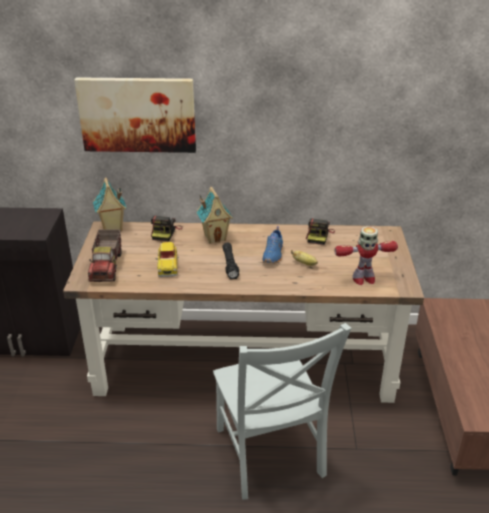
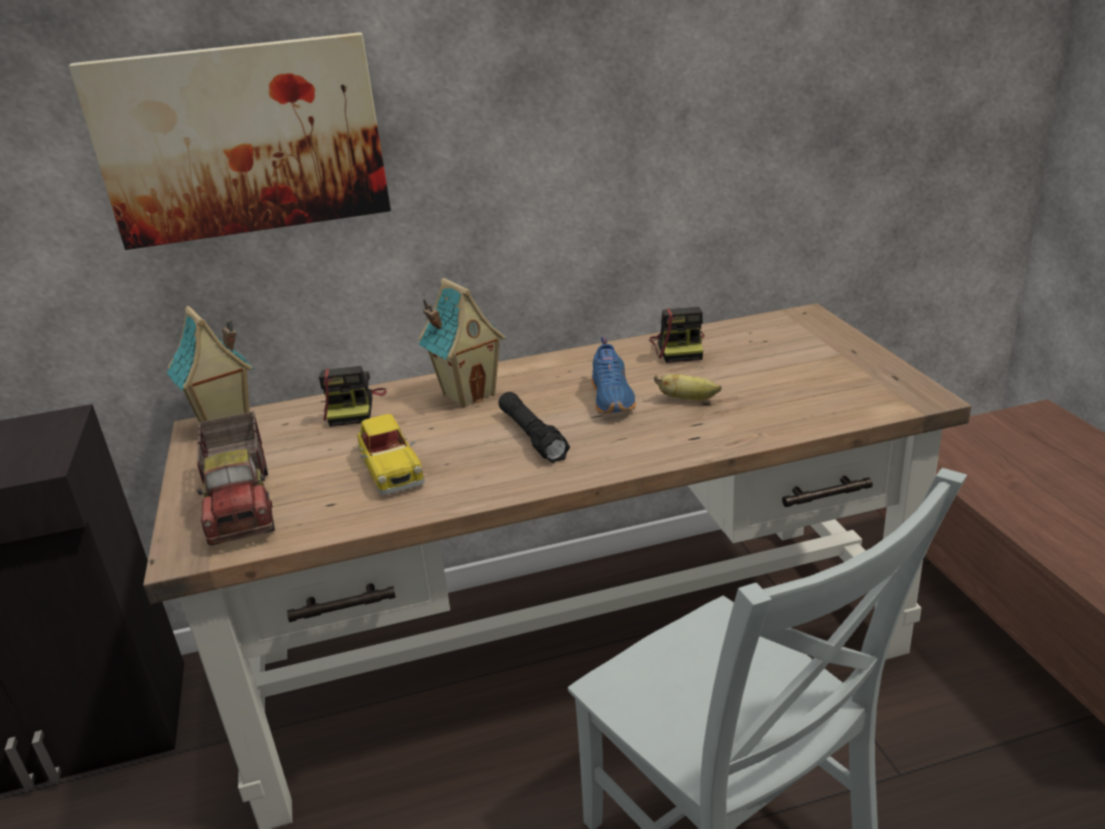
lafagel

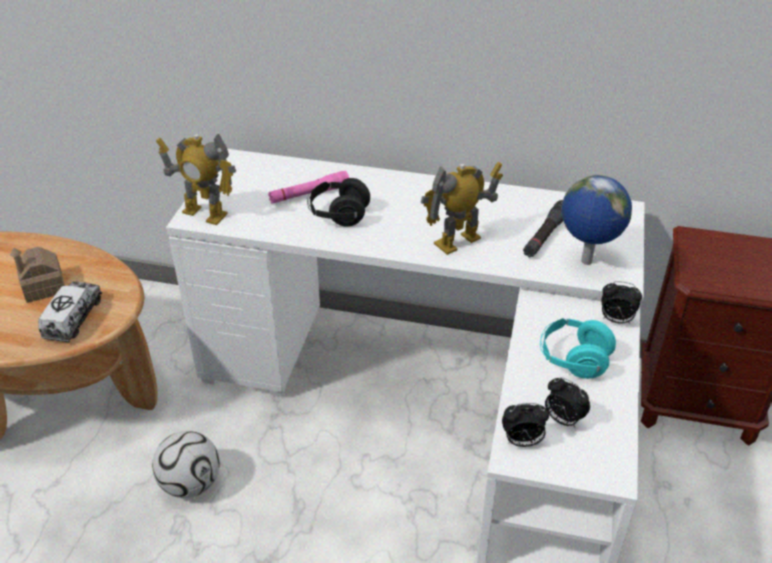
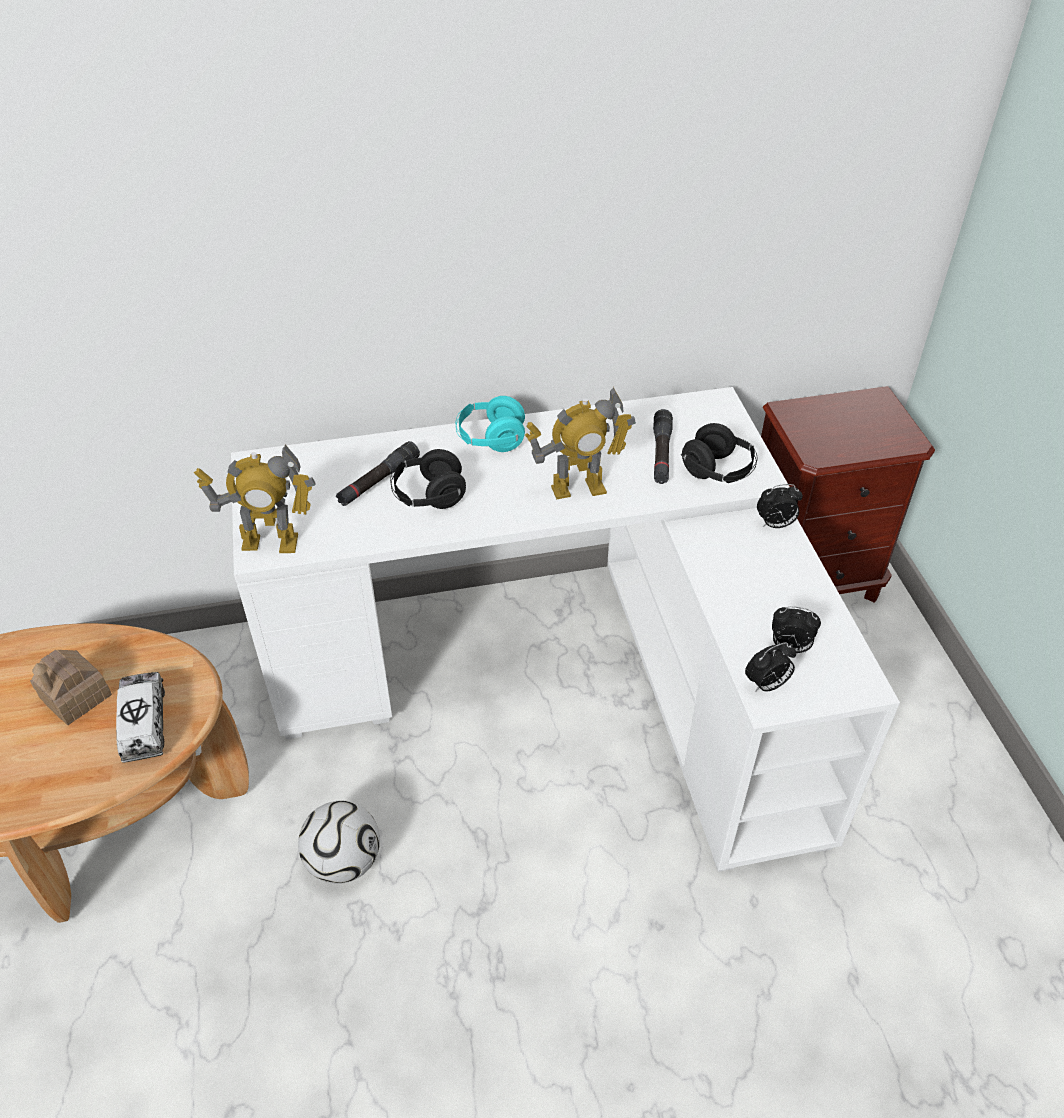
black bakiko (no. 1 from left)
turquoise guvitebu
lafagel (no. 2 from left)
black guvitebu (no. 2 from left)

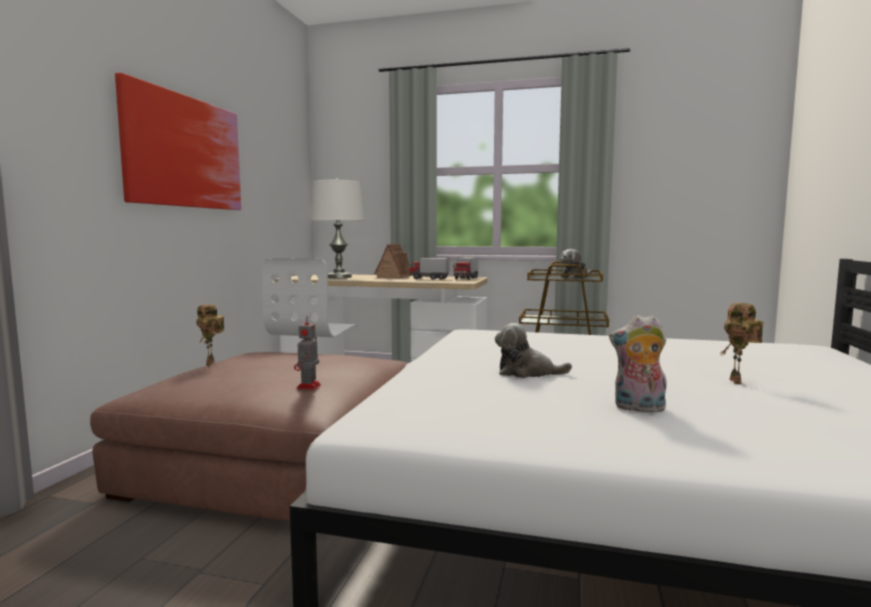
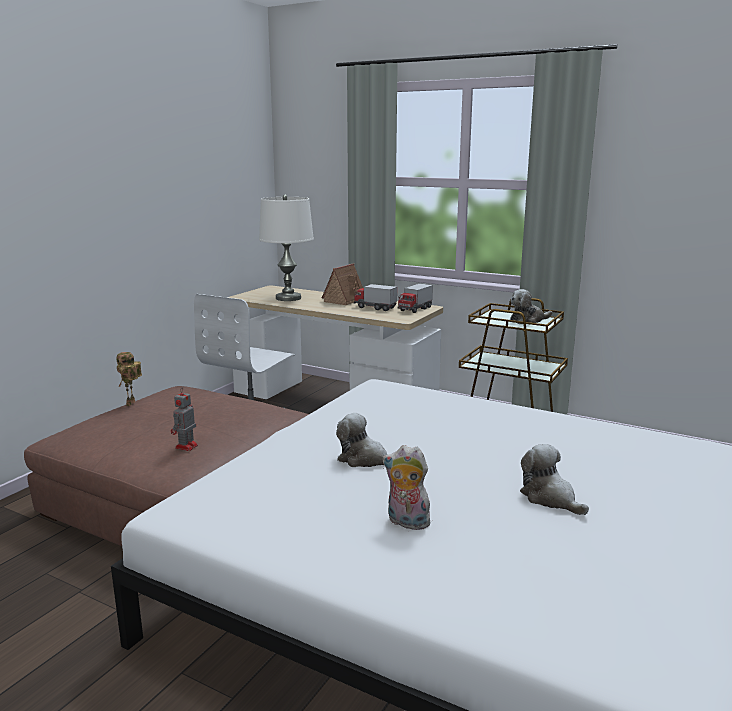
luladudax (no. 4 from left)
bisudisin

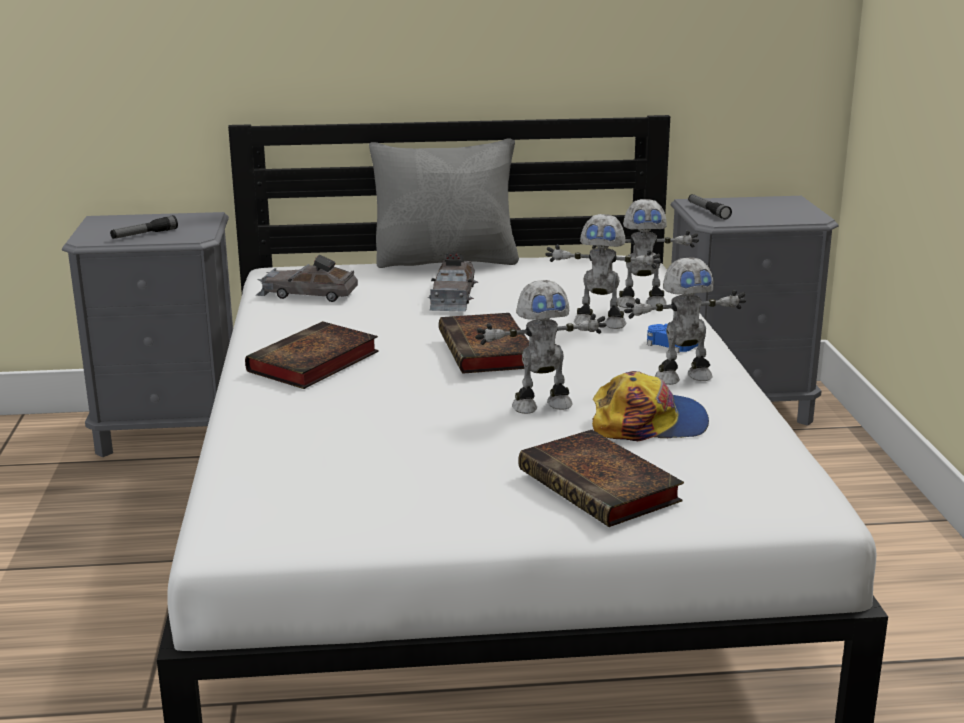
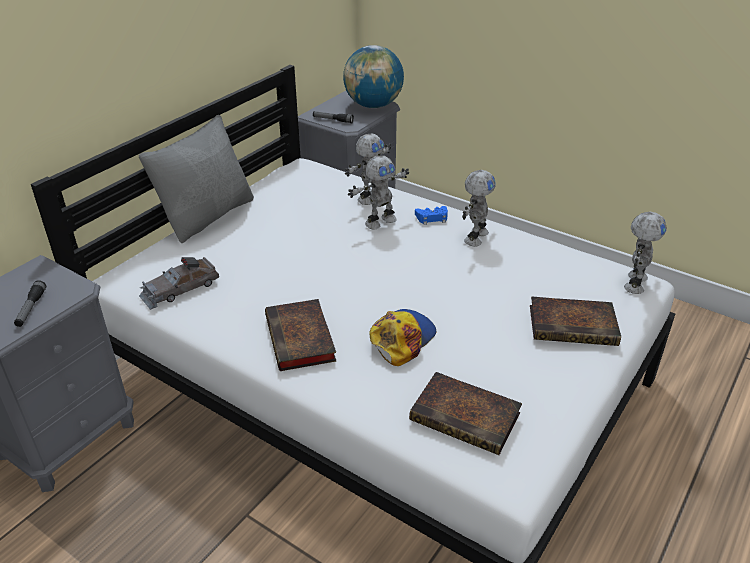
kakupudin
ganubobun
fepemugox (no. 2 from left)
lafagel (no. 4 from left)
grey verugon (no. 2 from left in the first image)

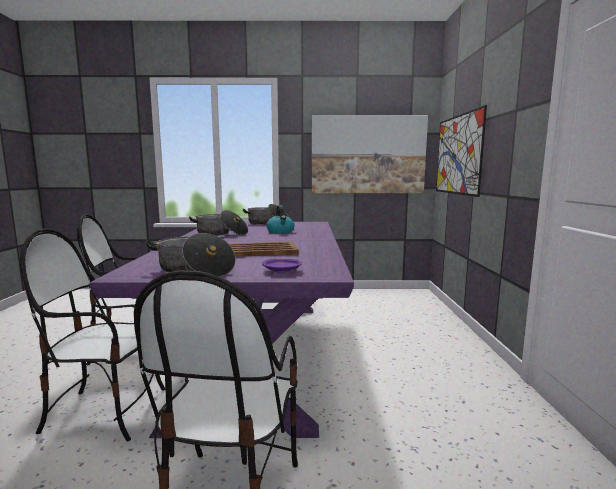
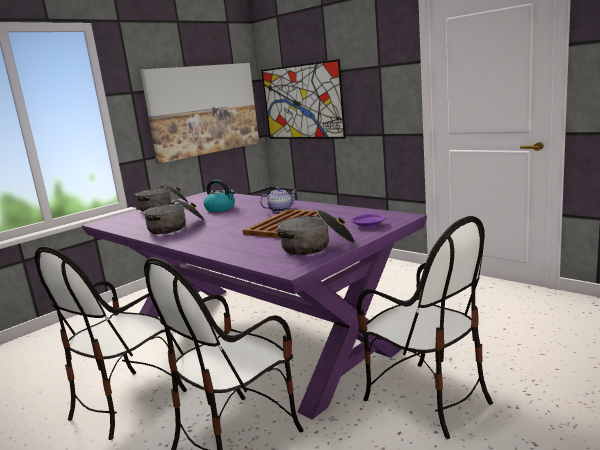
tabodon

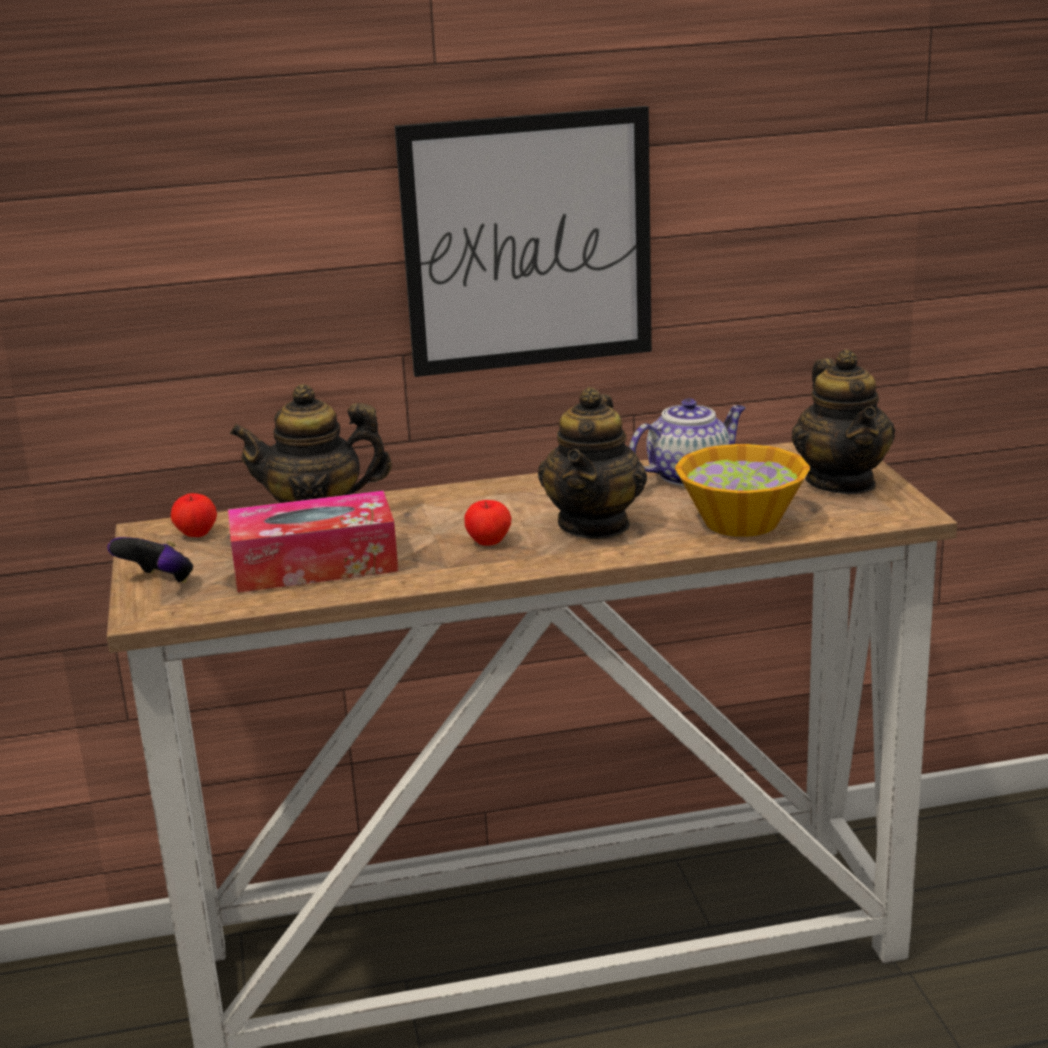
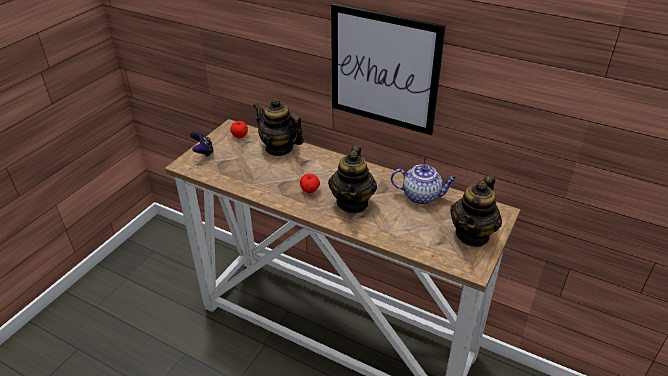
tabodon (no. 2 from left)
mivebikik
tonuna

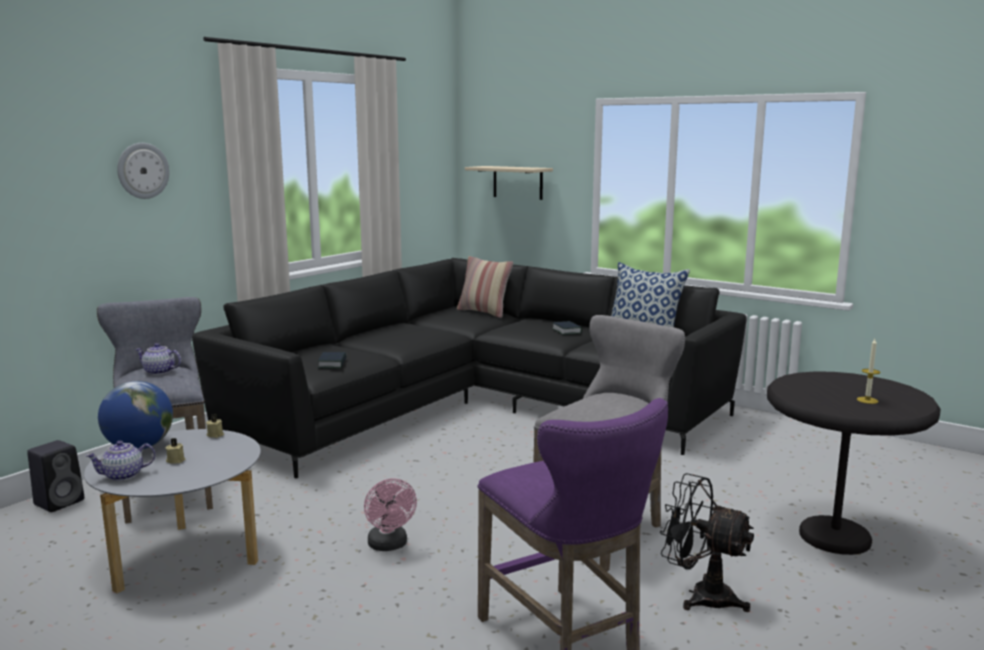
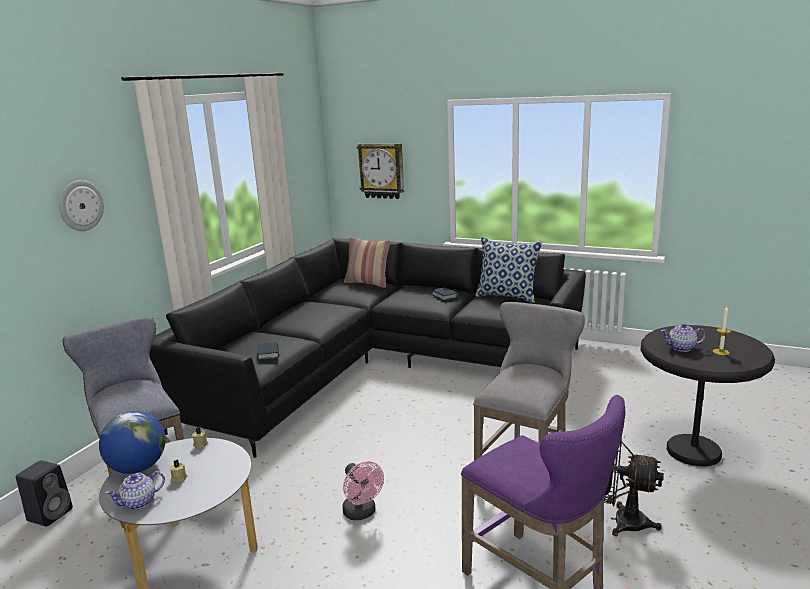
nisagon (no. 2 from left)
tabodon (no. 2 from left)

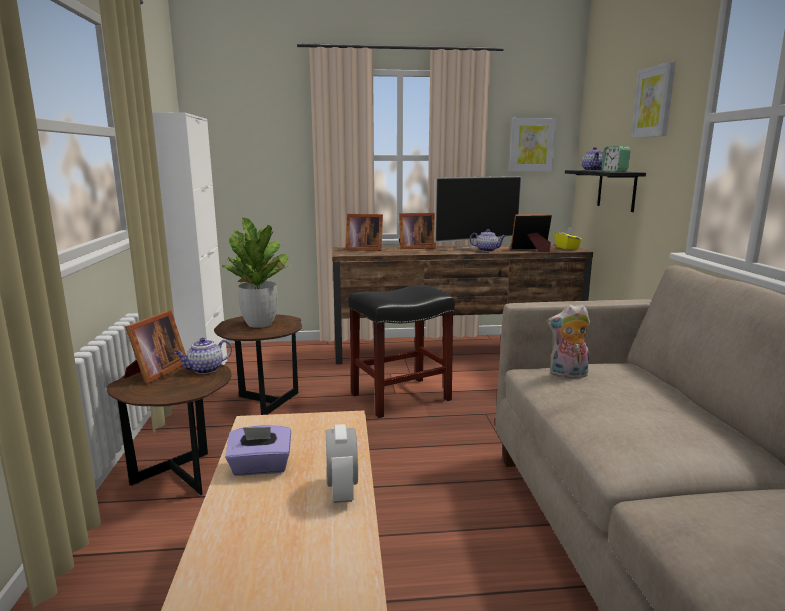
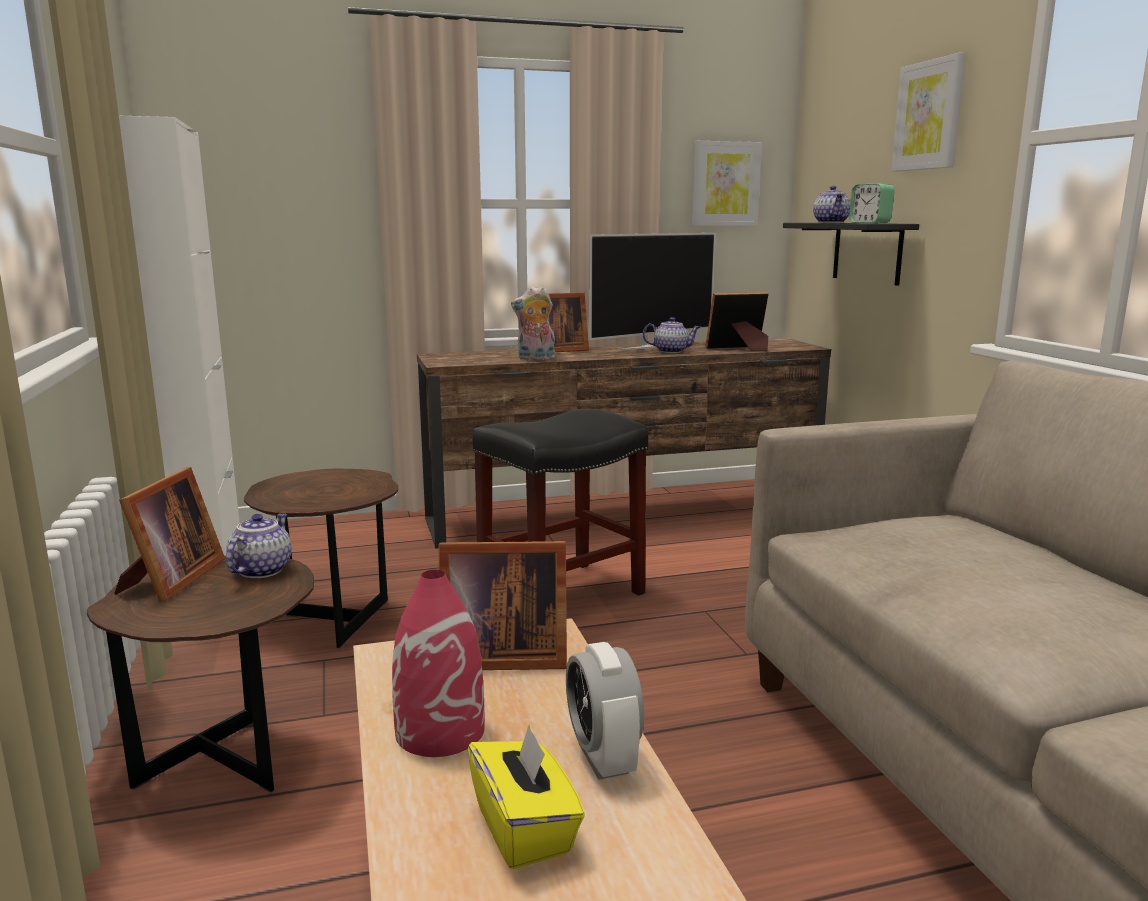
tabodon (no. 1 from left)
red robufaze
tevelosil (no. 2 from left)
yellow mivebikik
luladudax
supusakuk

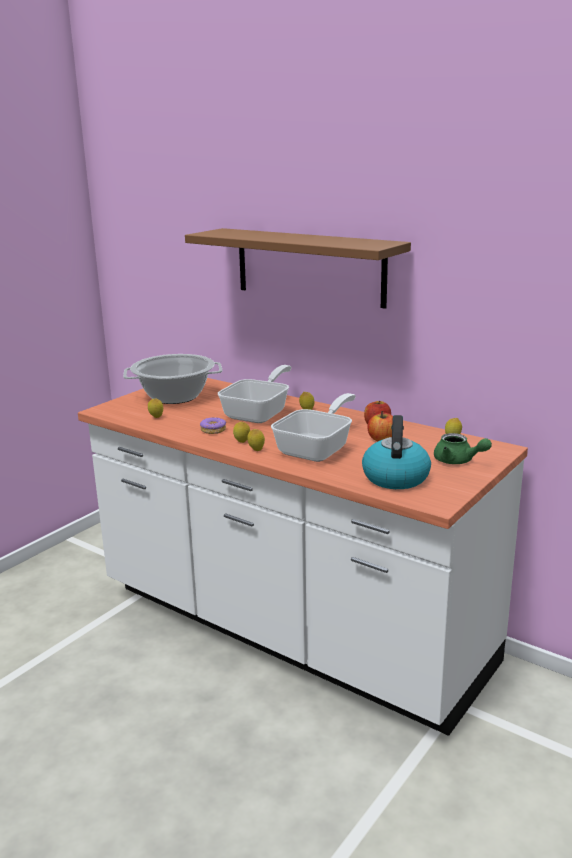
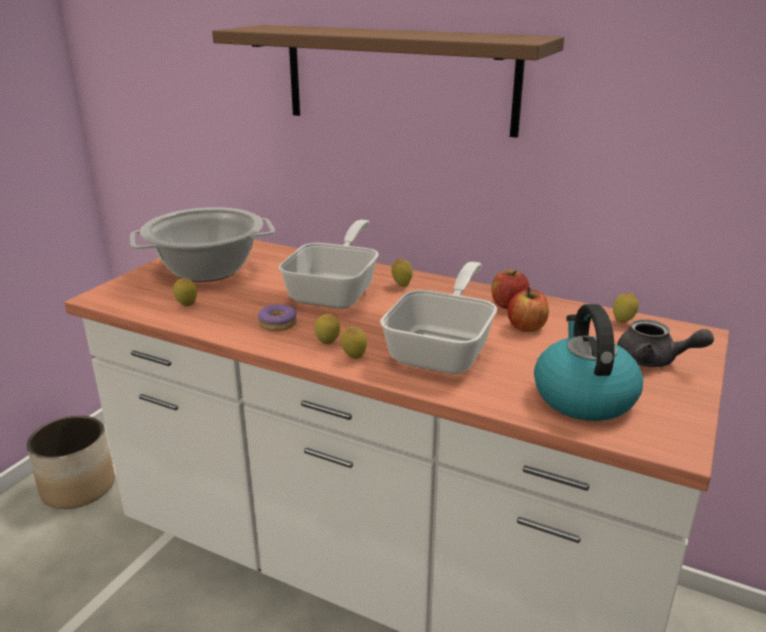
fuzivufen
grey tabodon

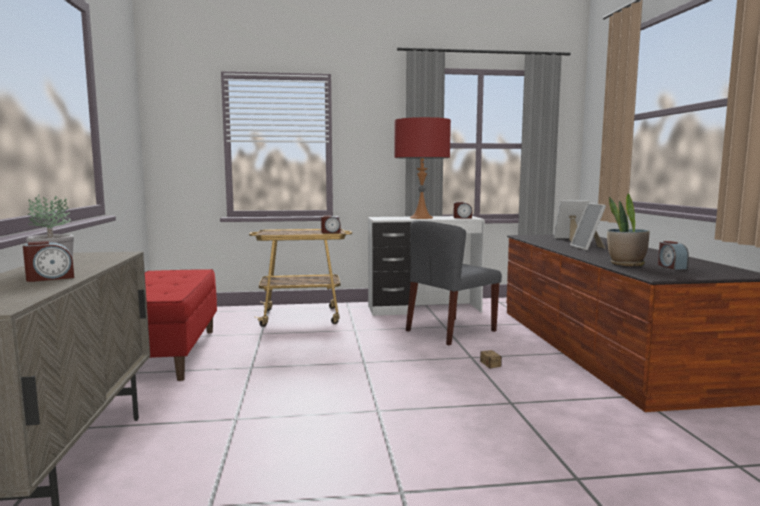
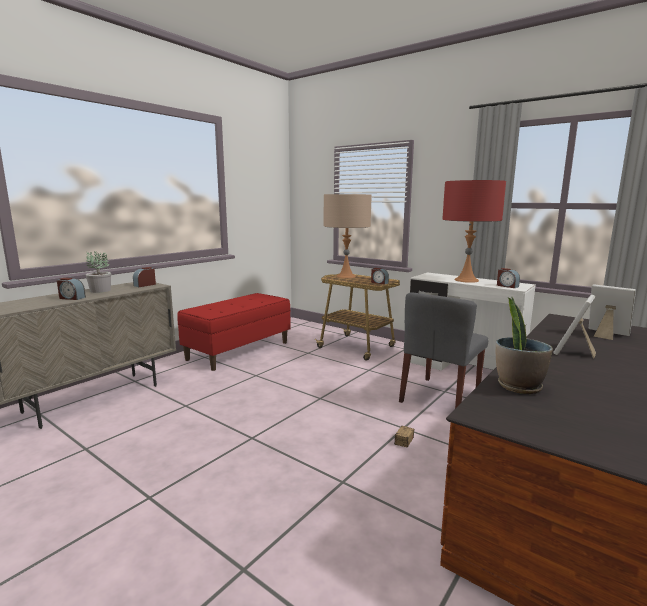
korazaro (no. 2 from left)
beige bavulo
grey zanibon

